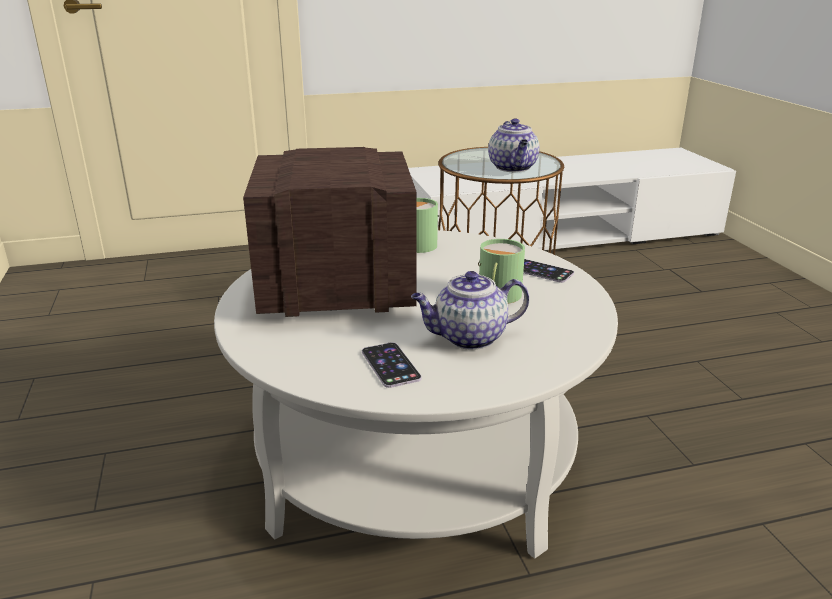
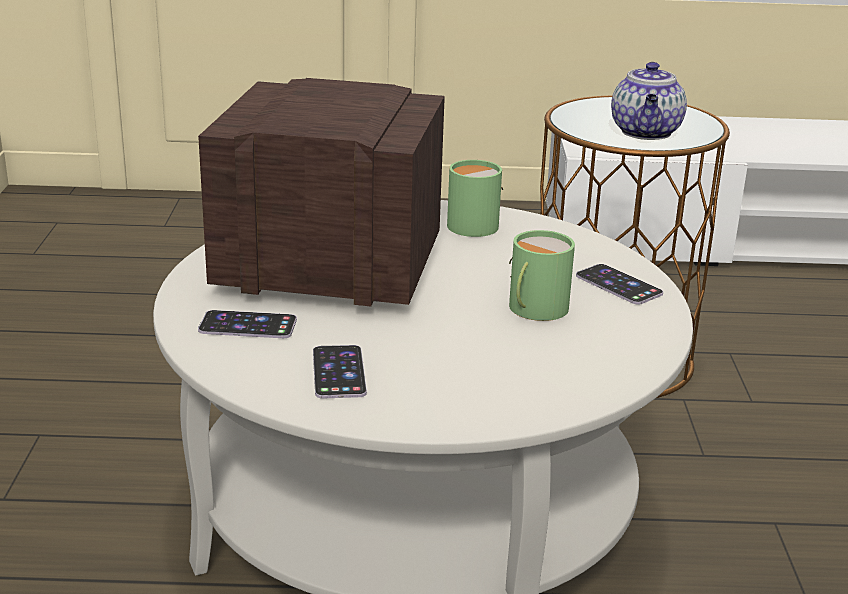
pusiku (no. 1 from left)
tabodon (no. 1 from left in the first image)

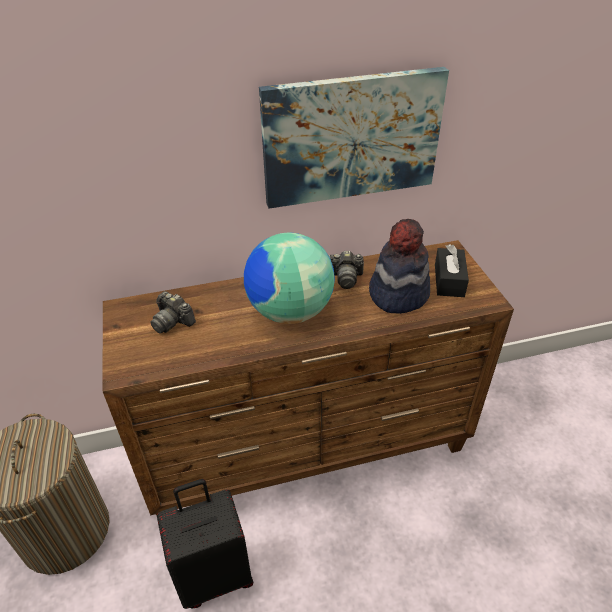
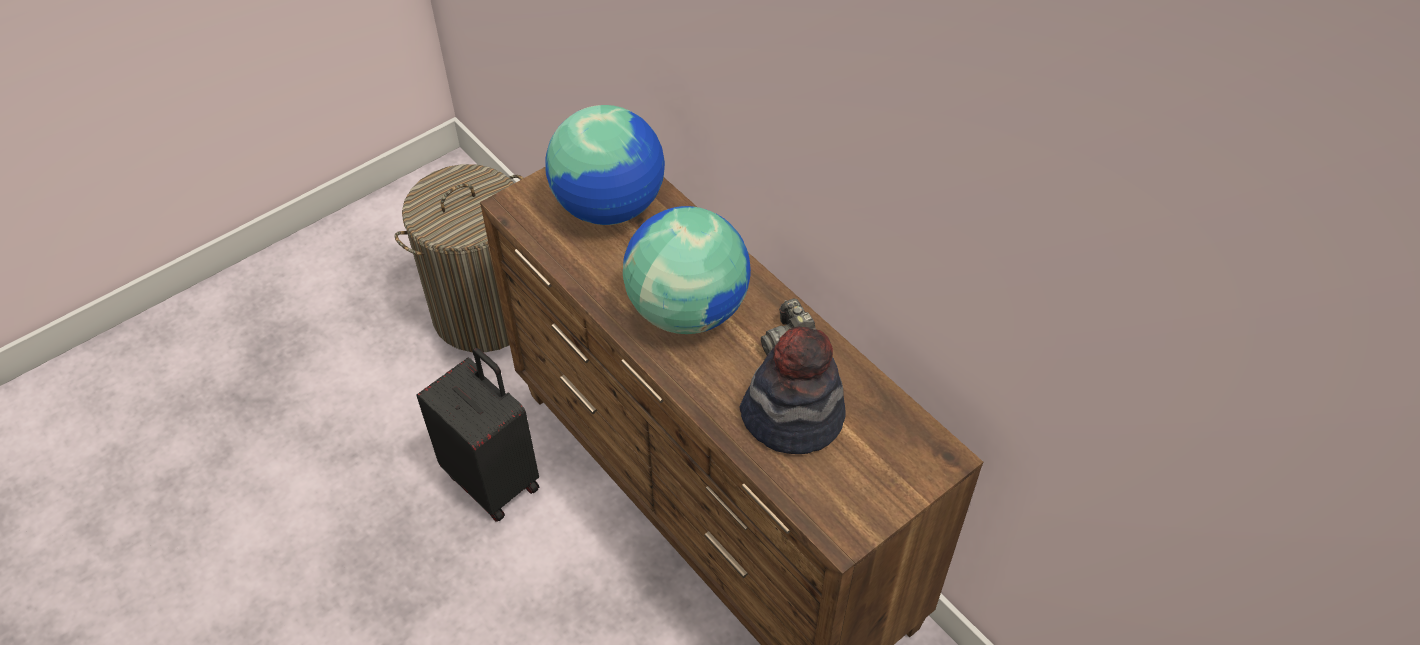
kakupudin (no. 1 from left)
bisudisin
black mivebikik

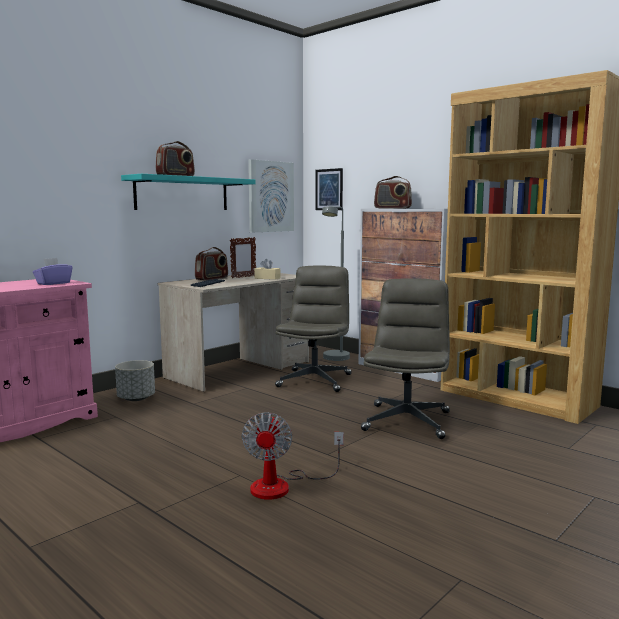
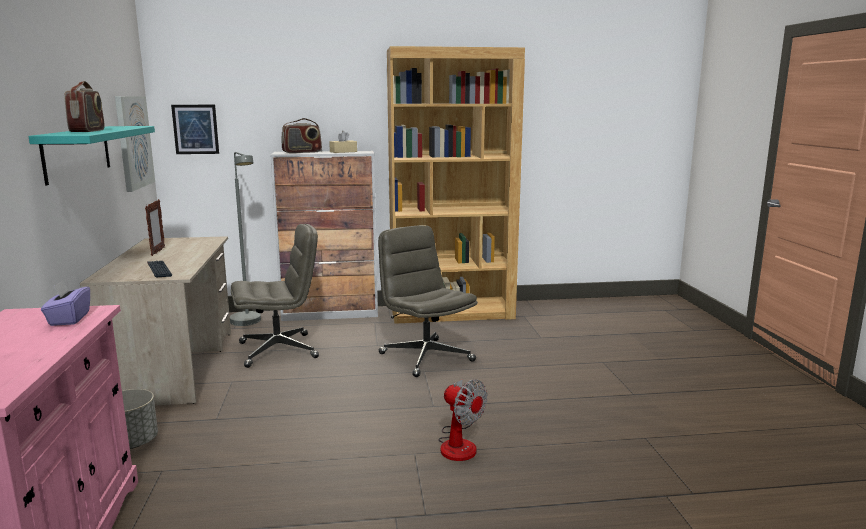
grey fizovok (no. 1 from left)
beige mivebikik
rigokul (no. 2 from left in the first image)

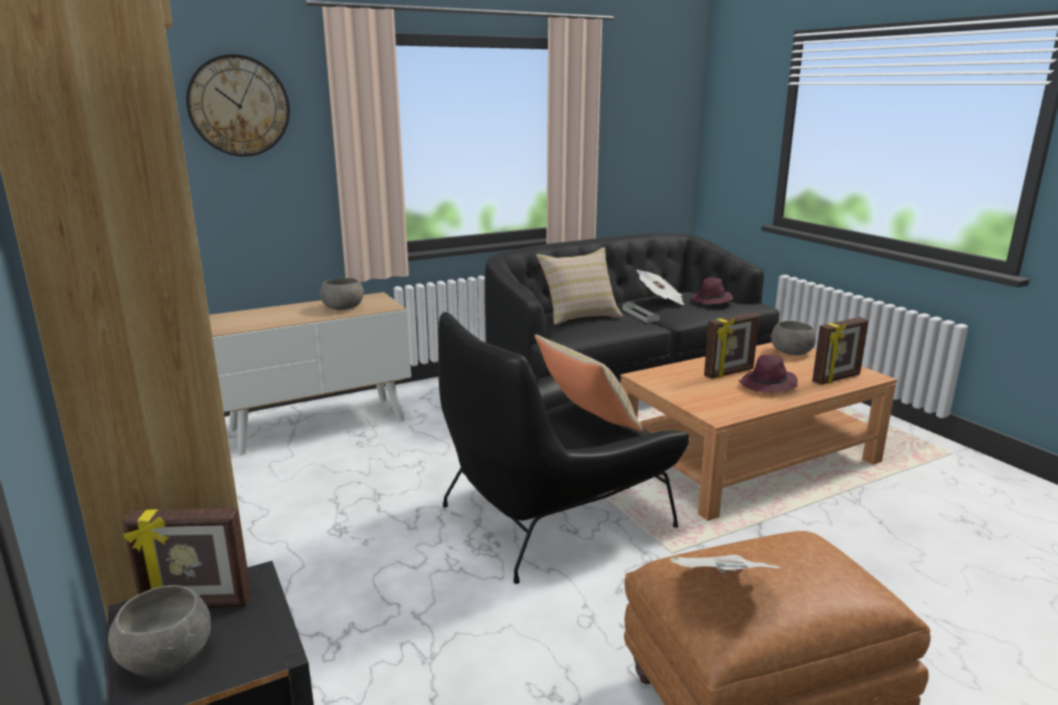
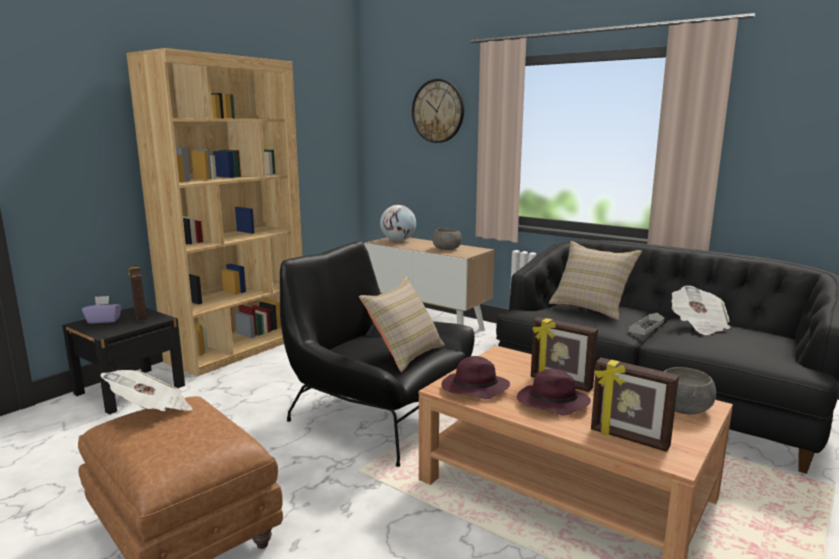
purple mivebikik
kakupudin
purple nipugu (no. 1 from left)

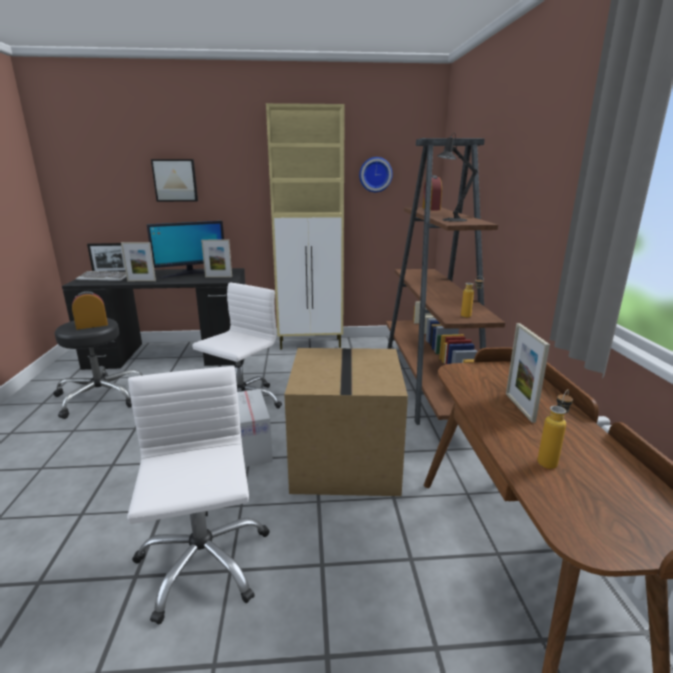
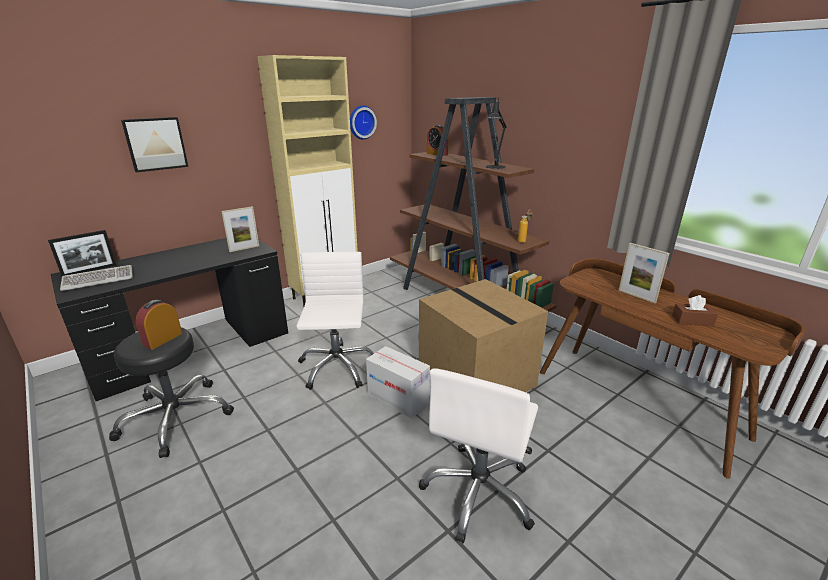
white fizovok (no. 2 from left)
brown mivebikik
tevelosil (no. 2 from left in the first image)
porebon

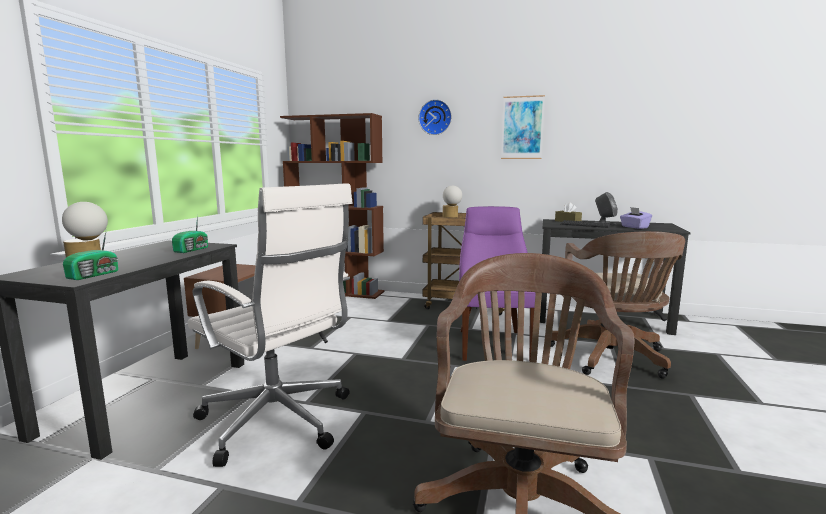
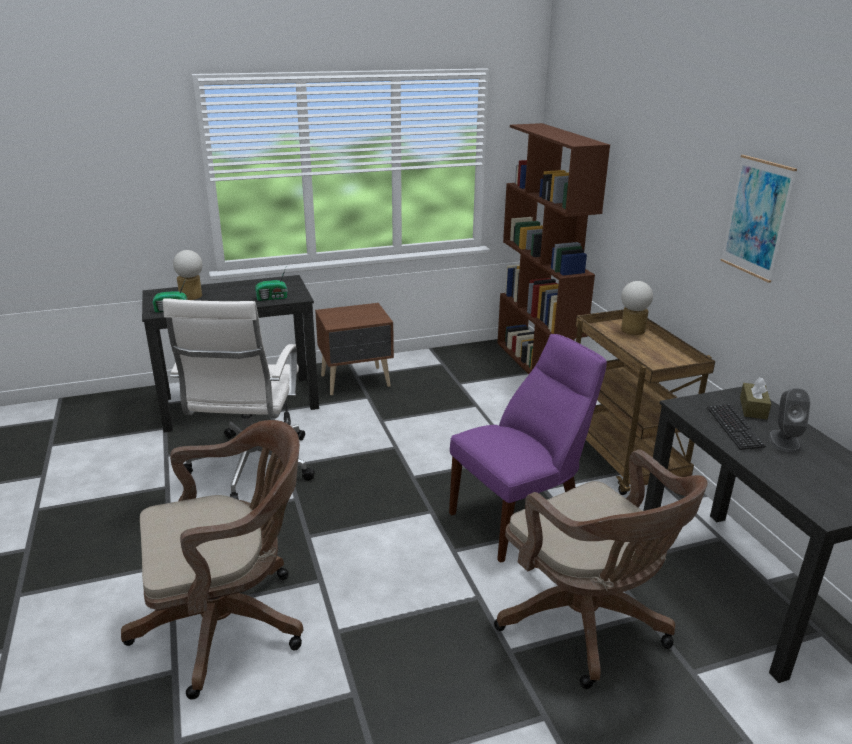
brown fizovok (no. 2 from left)
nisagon
purple mivebikik

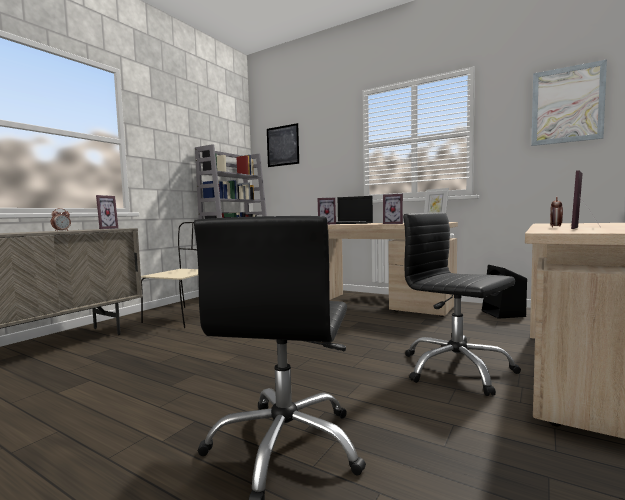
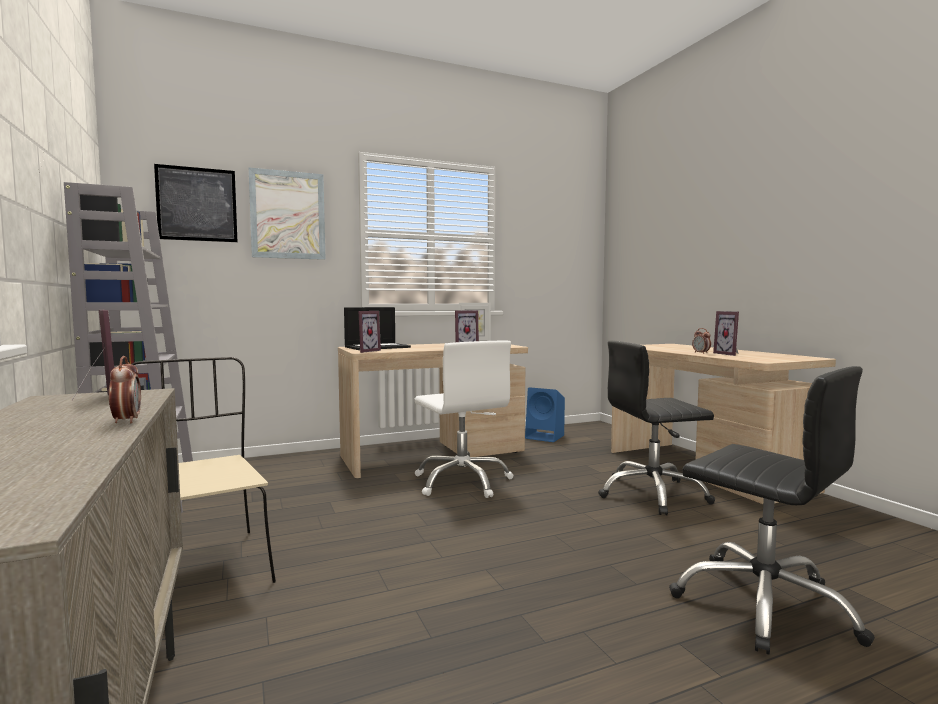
bisudisin (no. 2 from left)
white fizovok
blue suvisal

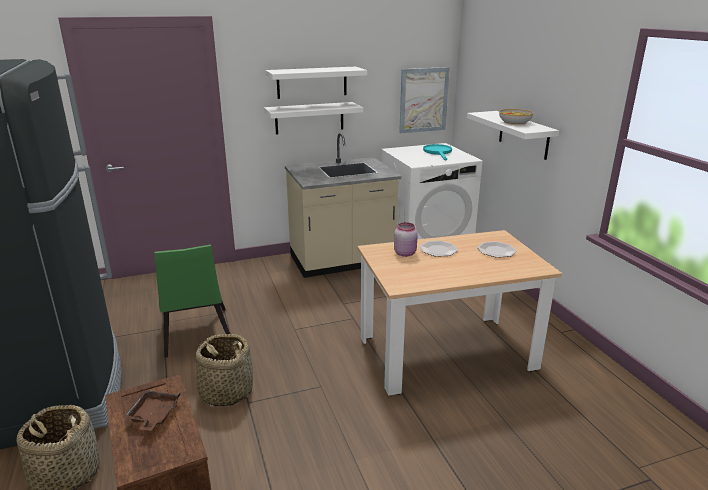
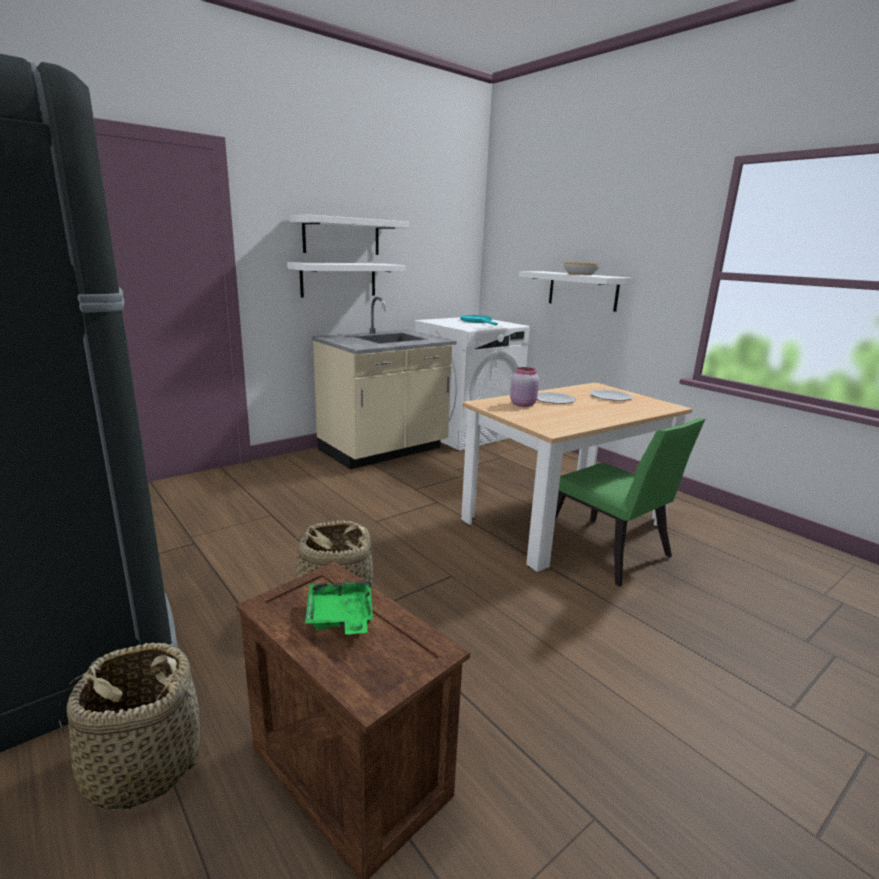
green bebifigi
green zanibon
bisudisin

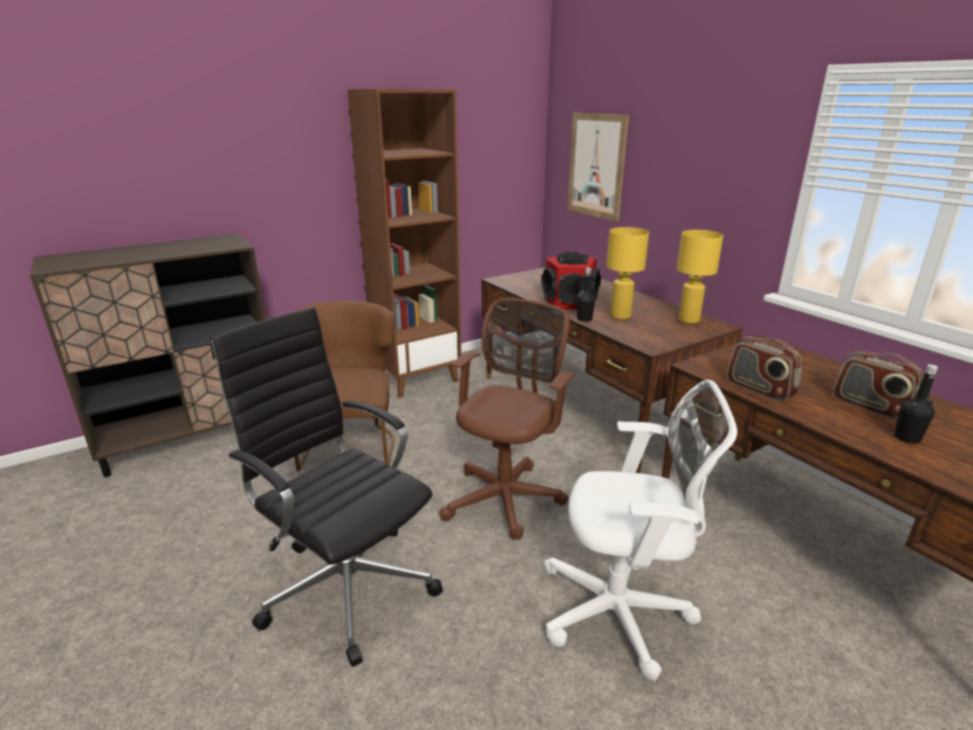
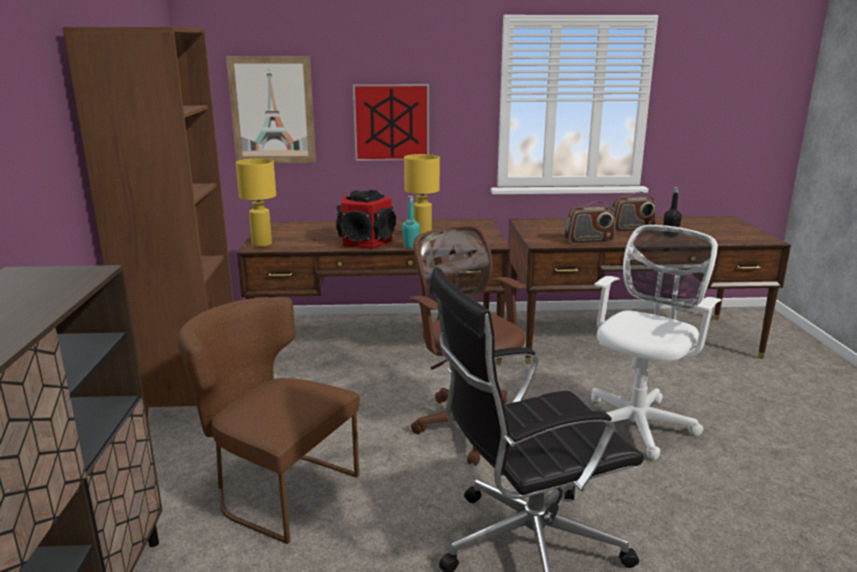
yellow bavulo (no. 1 from left)
bisudisin (no. 2 from left)
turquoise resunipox

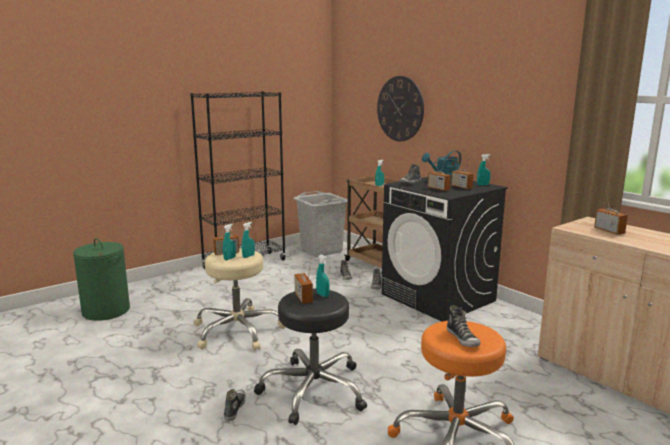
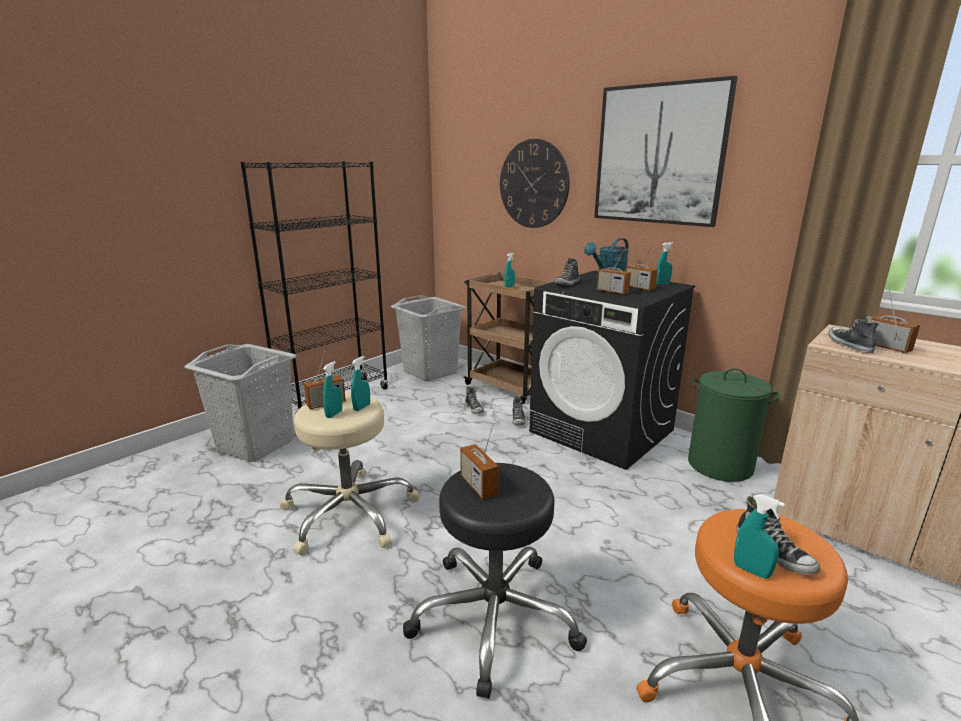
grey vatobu (no. 1 from left)
bisudisin
green vatobu
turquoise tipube (no. 5 from left)
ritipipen (no. 5 from left)

